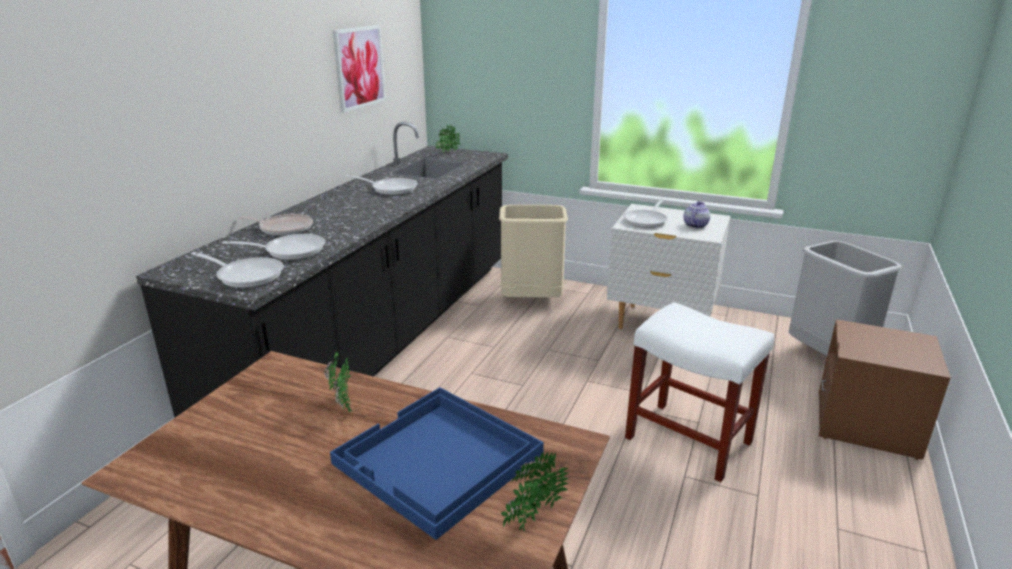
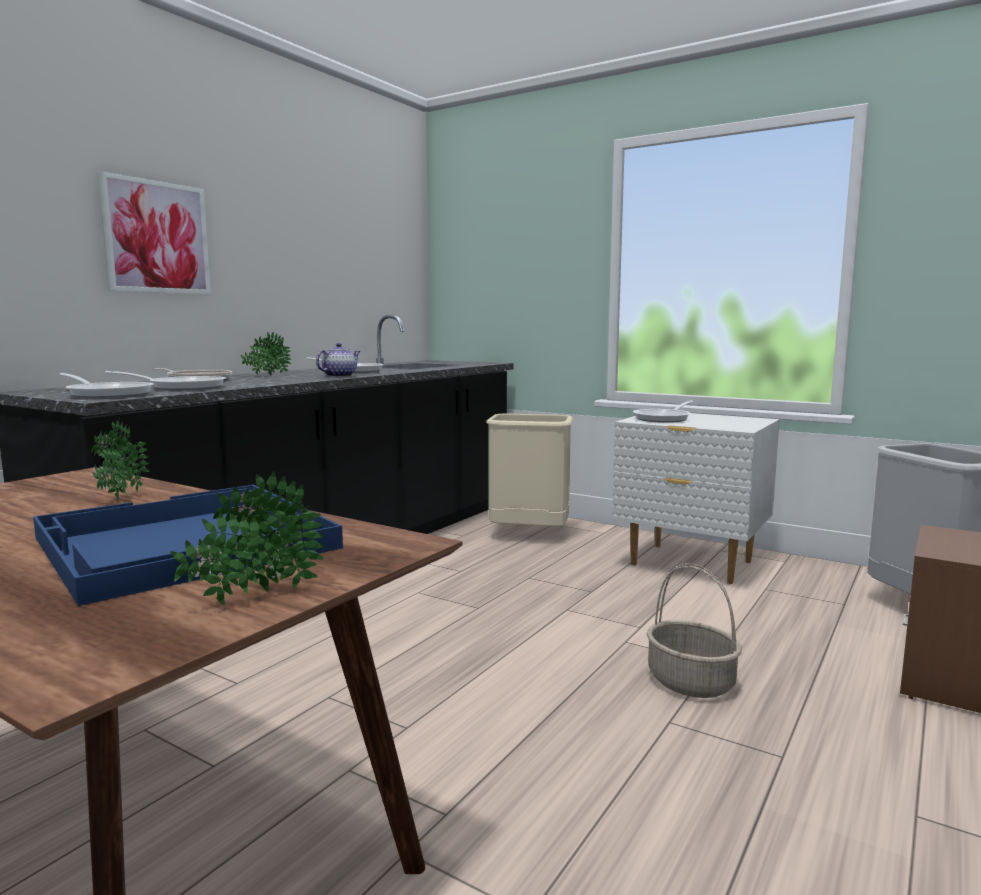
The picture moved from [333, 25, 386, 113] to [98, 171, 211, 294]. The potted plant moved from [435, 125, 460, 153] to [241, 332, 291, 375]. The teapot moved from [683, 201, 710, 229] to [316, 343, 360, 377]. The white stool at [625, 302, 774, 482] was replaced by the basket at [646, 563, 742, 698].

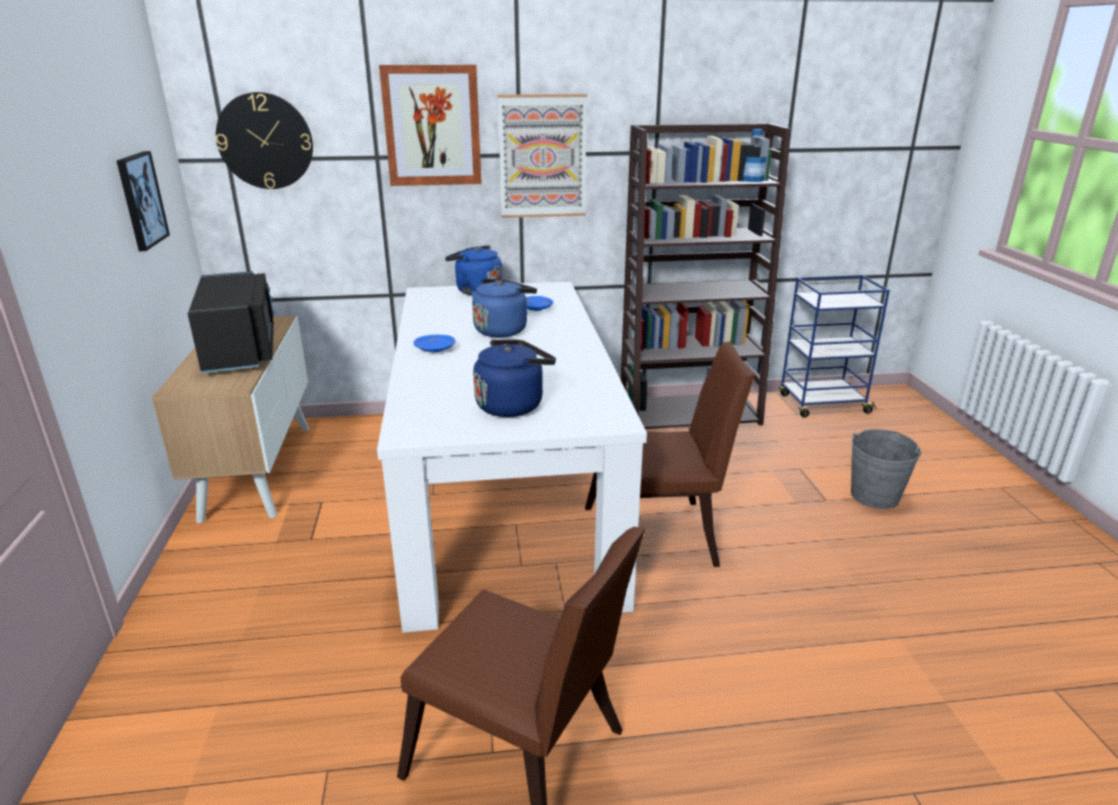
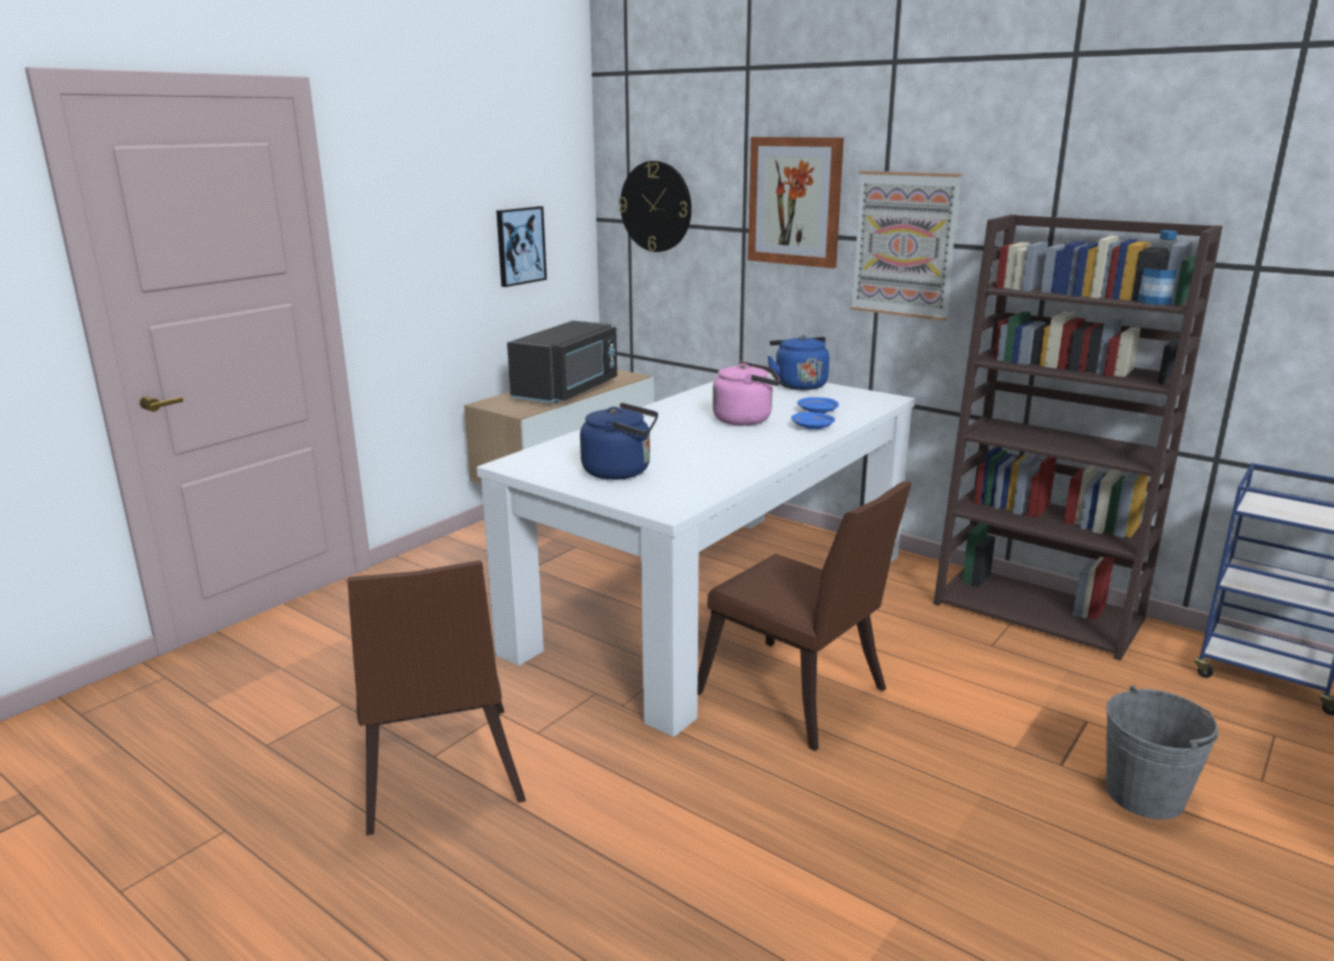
The blue kettle at [472, 279, 537, 337] became the pink kettle at [713, 361, 780, 426]. The blue plate moved from [413, 335, 456, 352] to [791, 412, 835, 429].

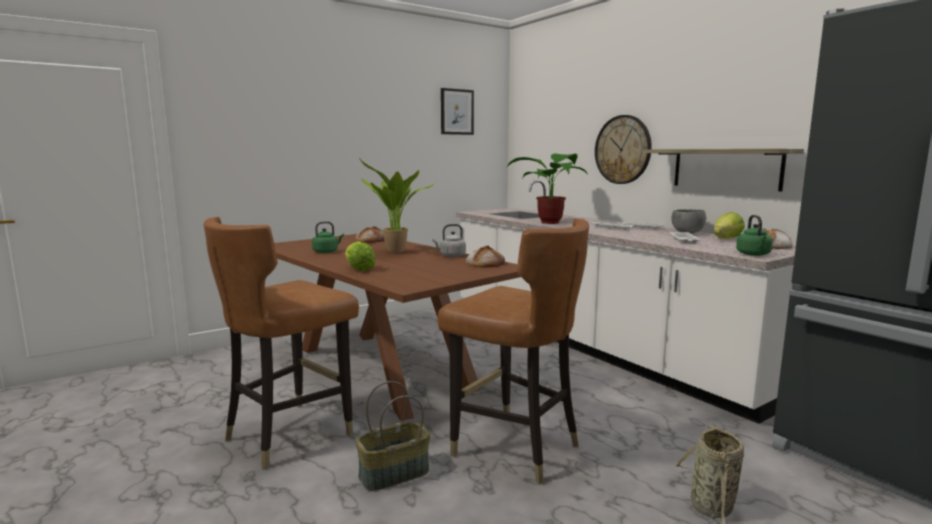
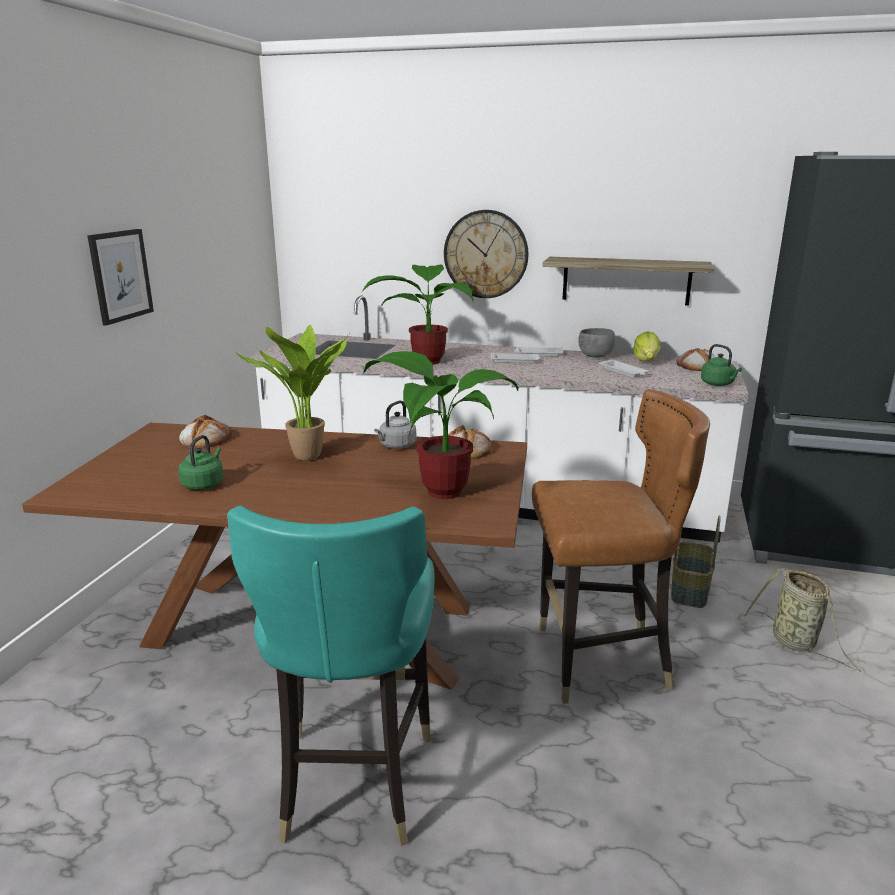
The picture moved from [441, 88, 474, 135] to [87, 229, 154, 326]. The brown chair at [204, 217, 359, 469] became the turquoise chair at [227, 506, 435, 846]. The potted plant at [363, 351, 518, 499] appeared. The basket moved from [355, 381, 430, 491] to [671, 515, 721, 608]. The lettuce at [345, 241, 376, 271] disappeared.

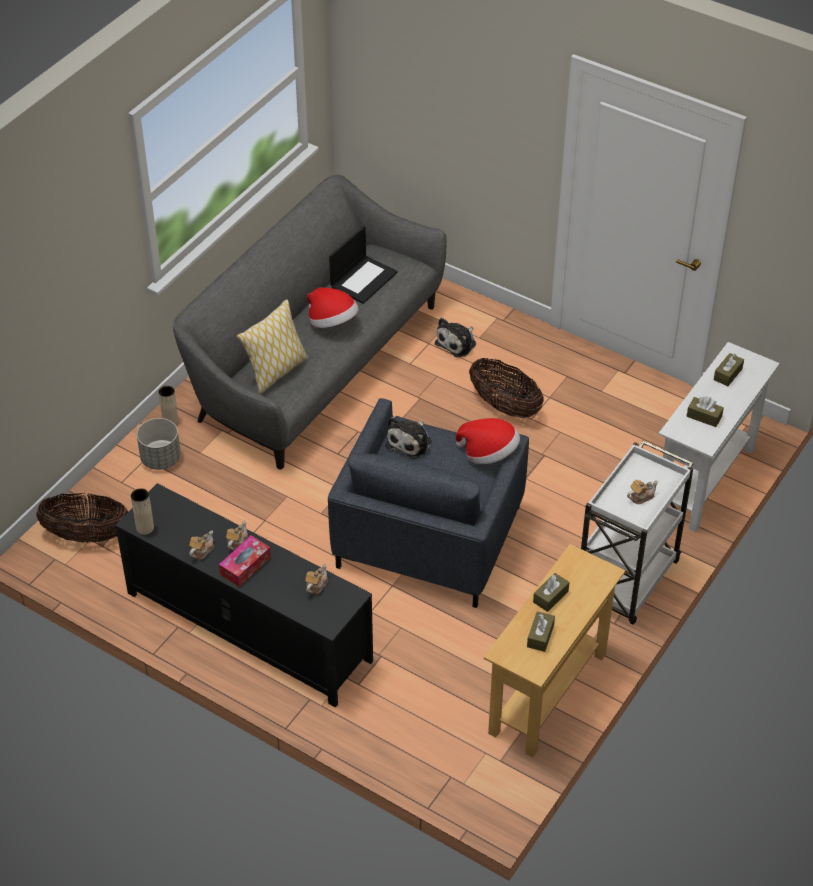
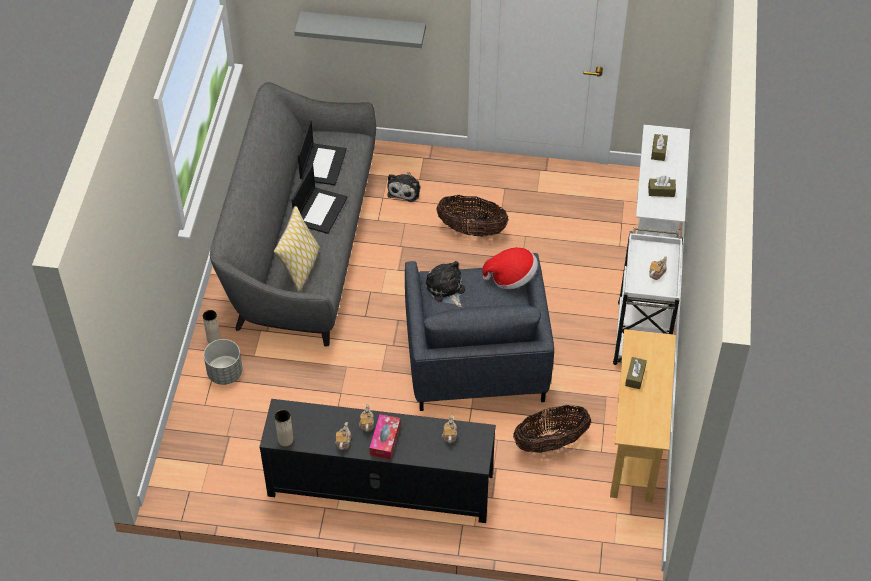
The hat at [307, 287, 359, 328] was replaced by the laptop at [291, 164, 348, 234]. The grey shelf at [294, 11, 426, 48] appeared. The plush toy at [385, 417, 432, 459] turned 150 degrees clockwise. The basket moved from [36, 493, 128, 543] to [513, 404, 591, 453]. The brown tissue box at [527, 611, 555, 652] disappeared.

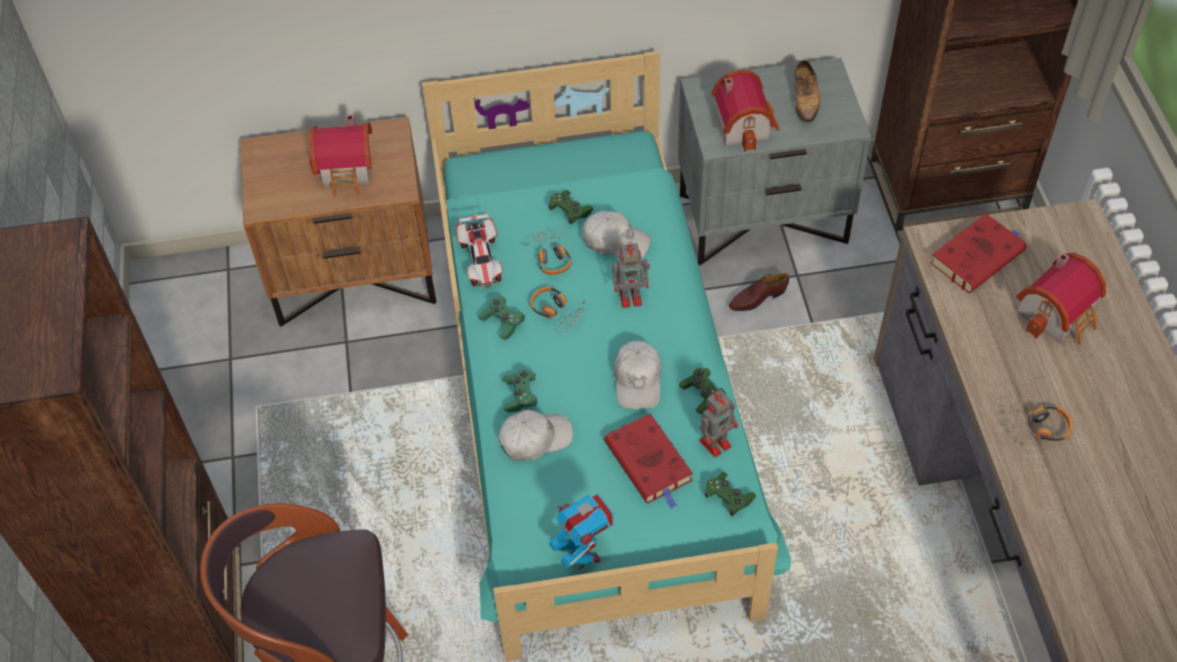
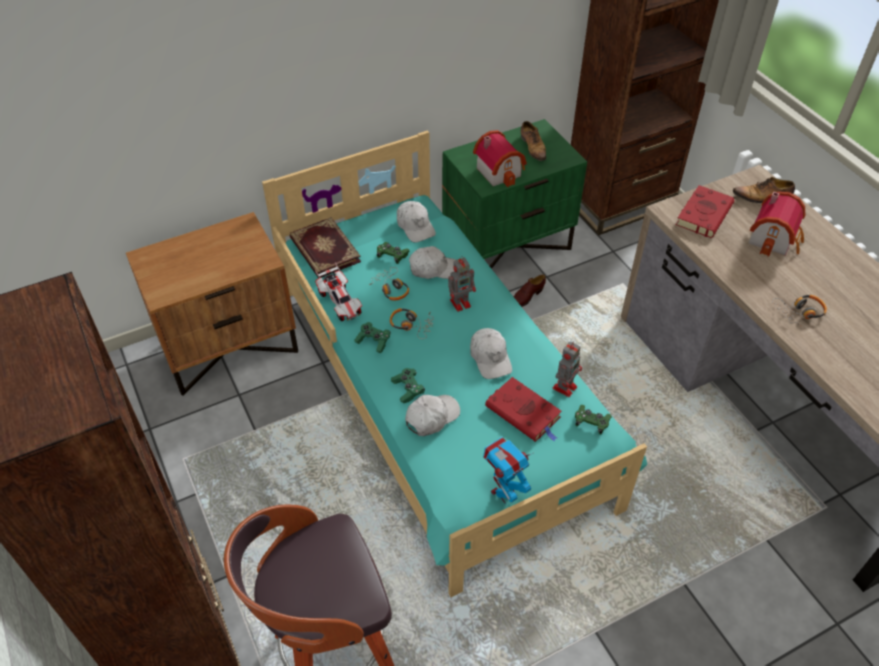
The book at [289, 217, 361, 278] appeared. The white cap at [397, 201, 436, 242] appeared. The grey nightstand at [678, 58, 871, 265] became the green nightstand at [442, 119, 587, 269]. The toy robot at [549, 493, 614, 570] turned 75 degrees counterclockwise. The shoe at [733, 177, 795, 203] appeared. The toy house at [310, 114, 372, 196] disappeared. The green game controller at [679, 368, 726, 414] disappeared.

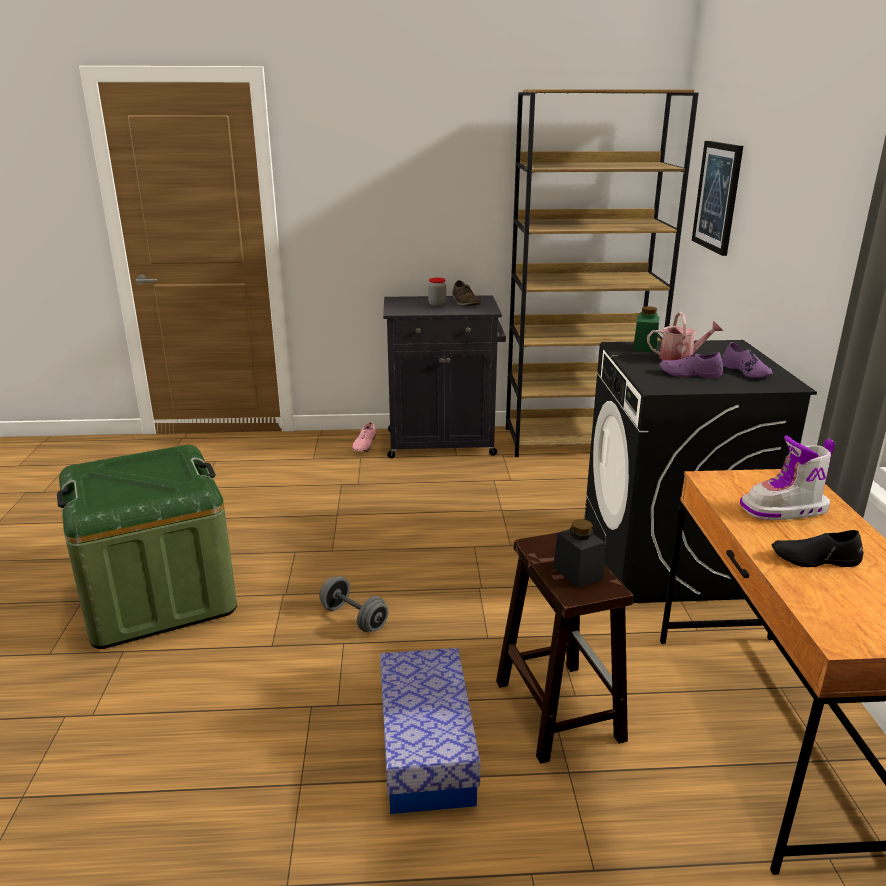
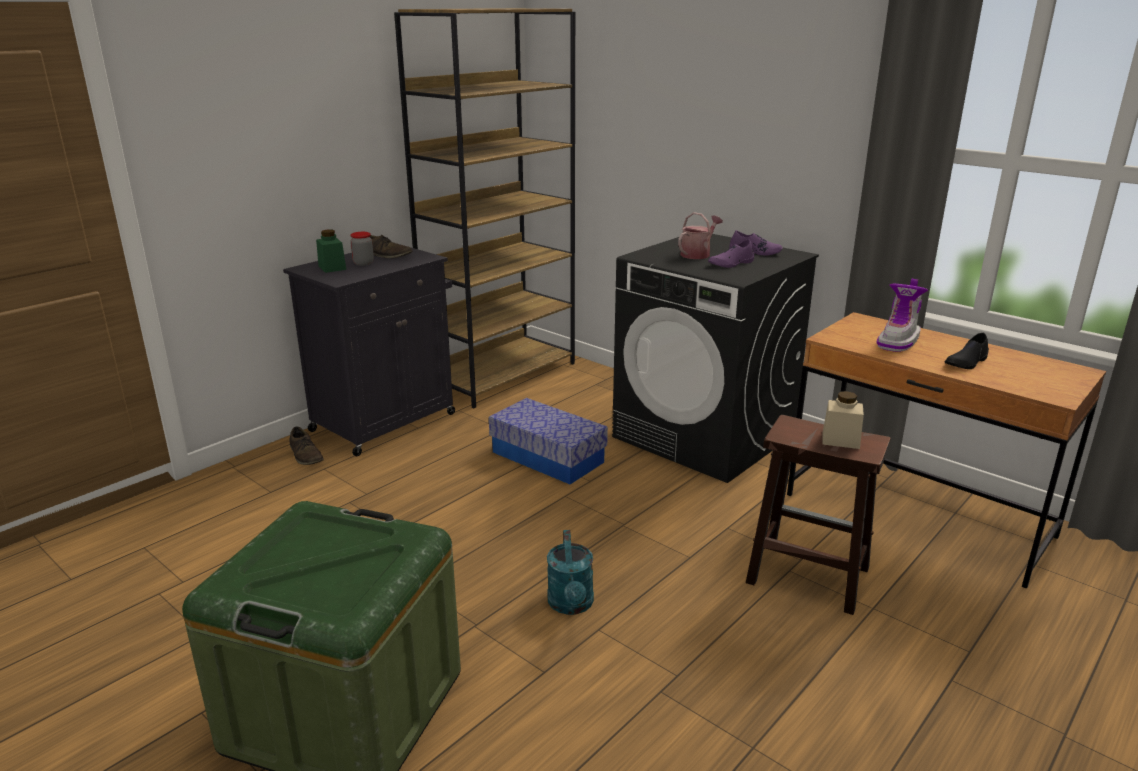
The pink shoe at [352, 422, 376, 452] became the brown shoe at [289, 426, 324, 465]. The green jar moved from [633, 306, 659, 353] to [316, 229, 346, 273]. The storage box moved from [380, 648, 481, 814] to [489, 398, 608, 484]. The grey dumbbell at [319, 576, 389, 632] was replaced by the turquoise watering can at [547, 530, 594, 615]. The black jar at [553, 519, 605, 588] became the beige jar at [822, 391, 864, 449]. The picture at [692, 141, 743, 256] disappeared.

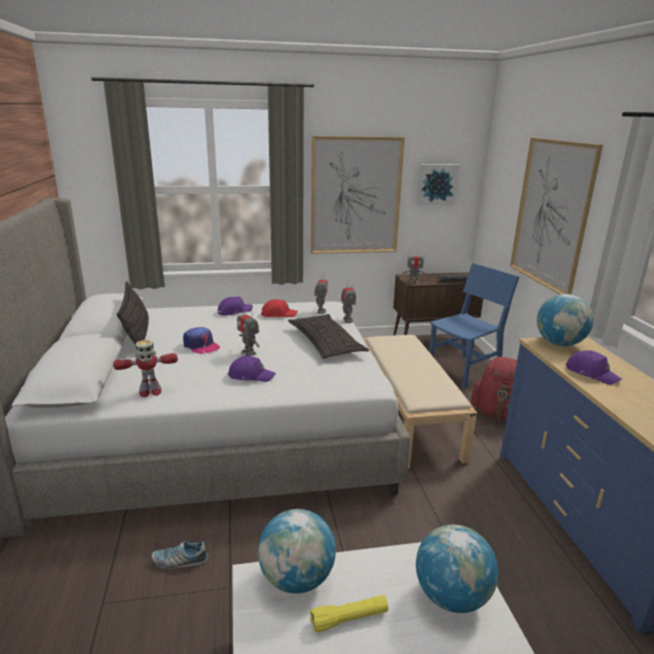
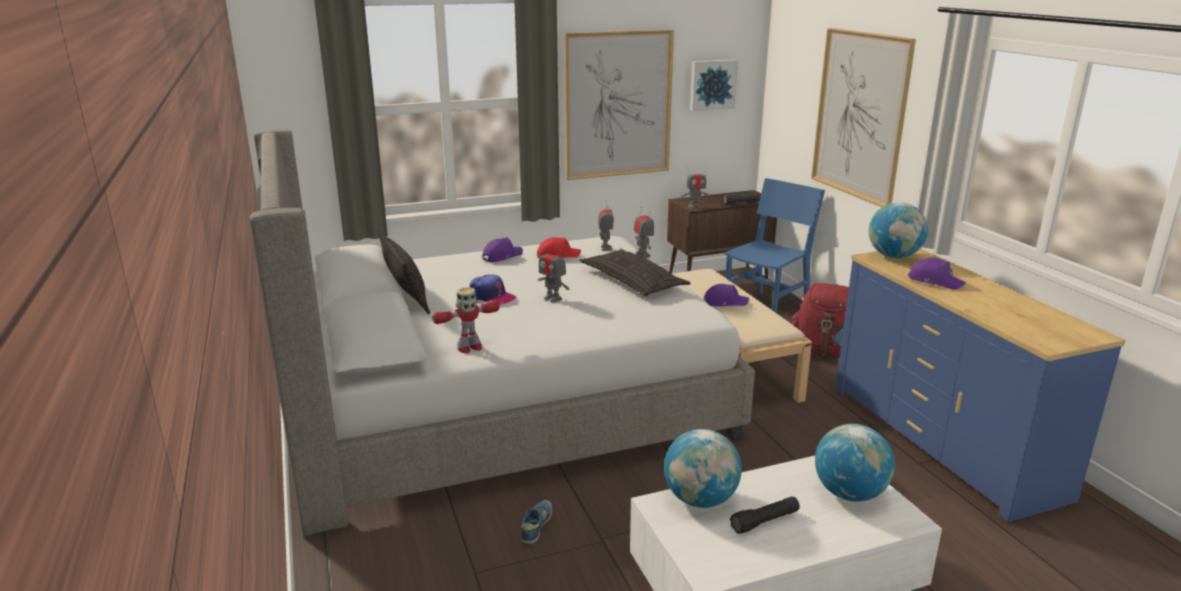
The shoe at [151, 540, 208, 569] turned 120 degrees clockwise. The purple cap moved from [228, 356, 276, 382] to [704, 284, 749, 306]. The yellow flashlight at [310, 595, 388, 632] became the black flashlight at [730, 496, 800, 534].

